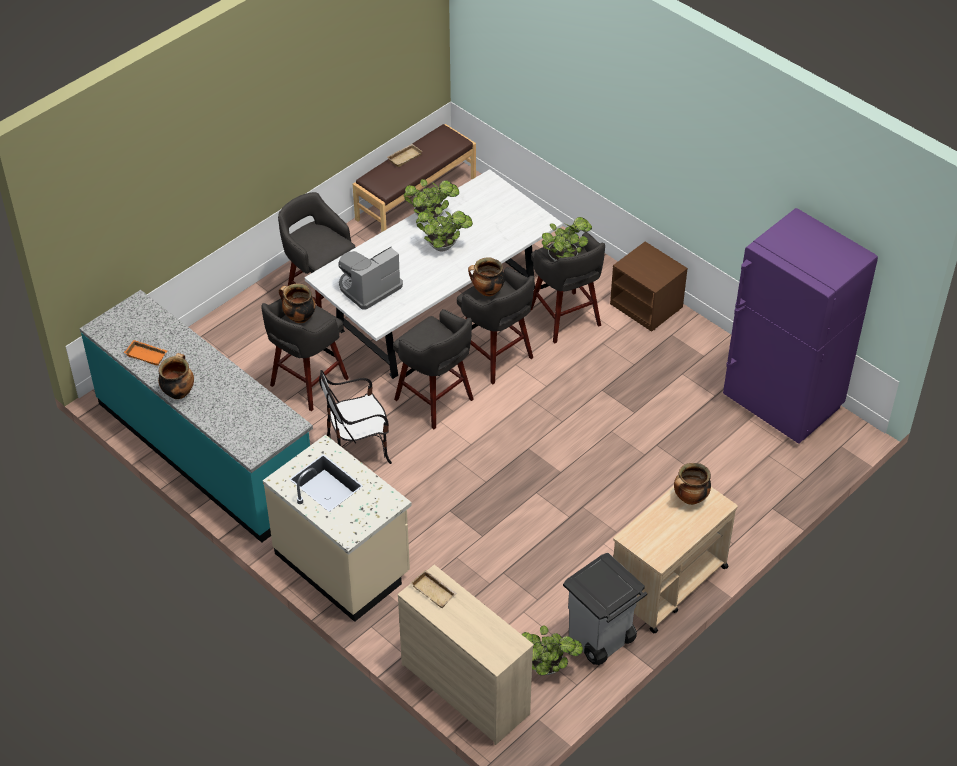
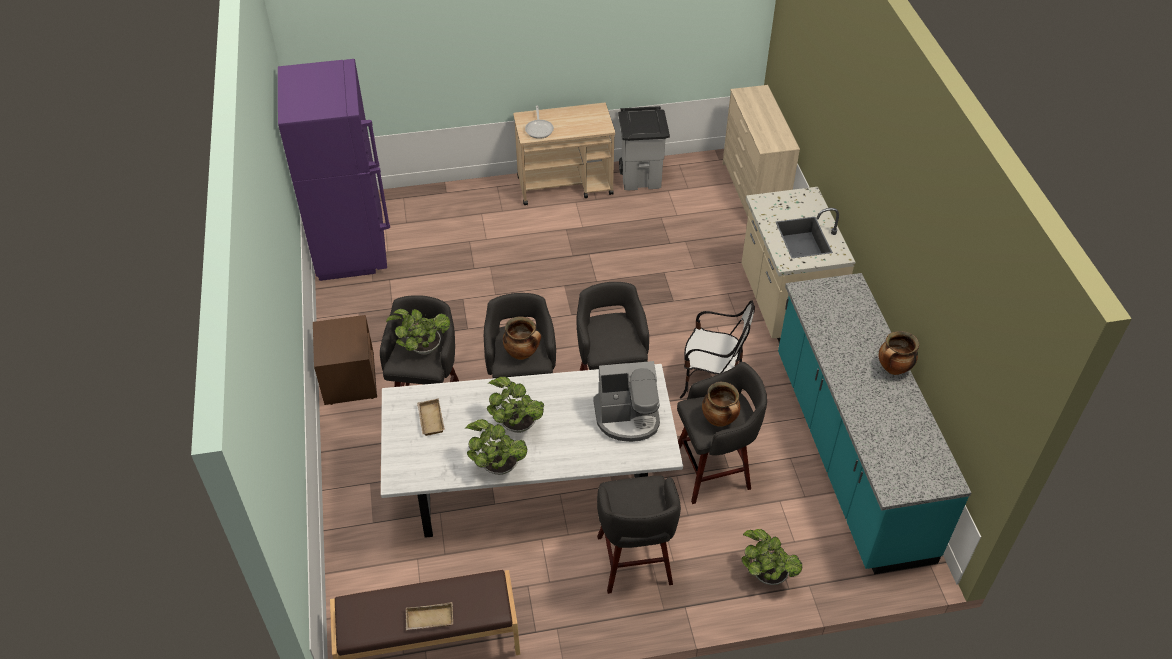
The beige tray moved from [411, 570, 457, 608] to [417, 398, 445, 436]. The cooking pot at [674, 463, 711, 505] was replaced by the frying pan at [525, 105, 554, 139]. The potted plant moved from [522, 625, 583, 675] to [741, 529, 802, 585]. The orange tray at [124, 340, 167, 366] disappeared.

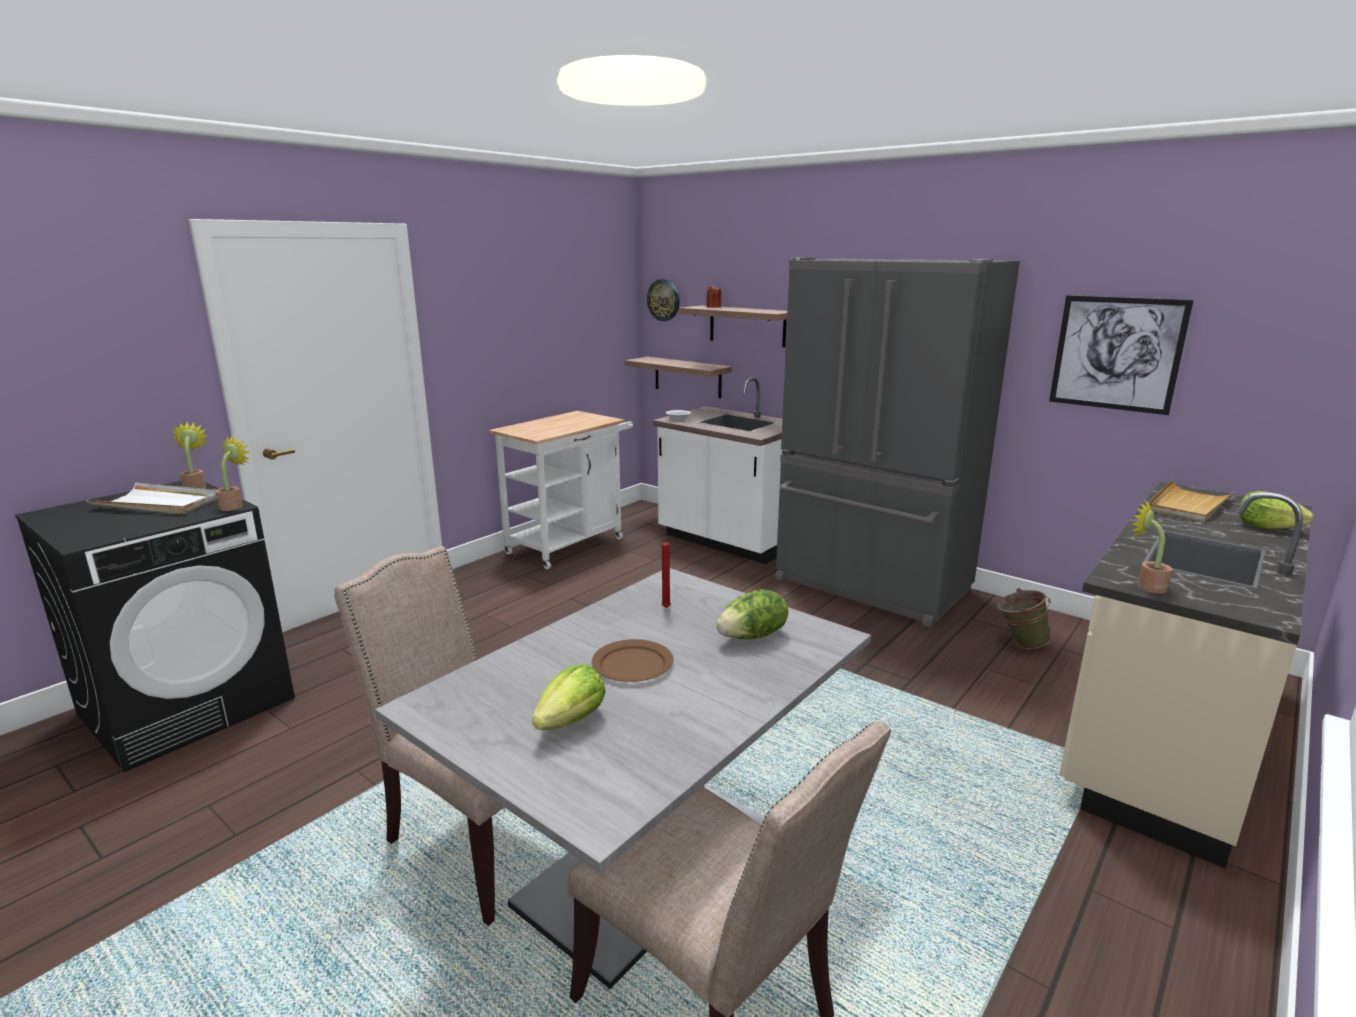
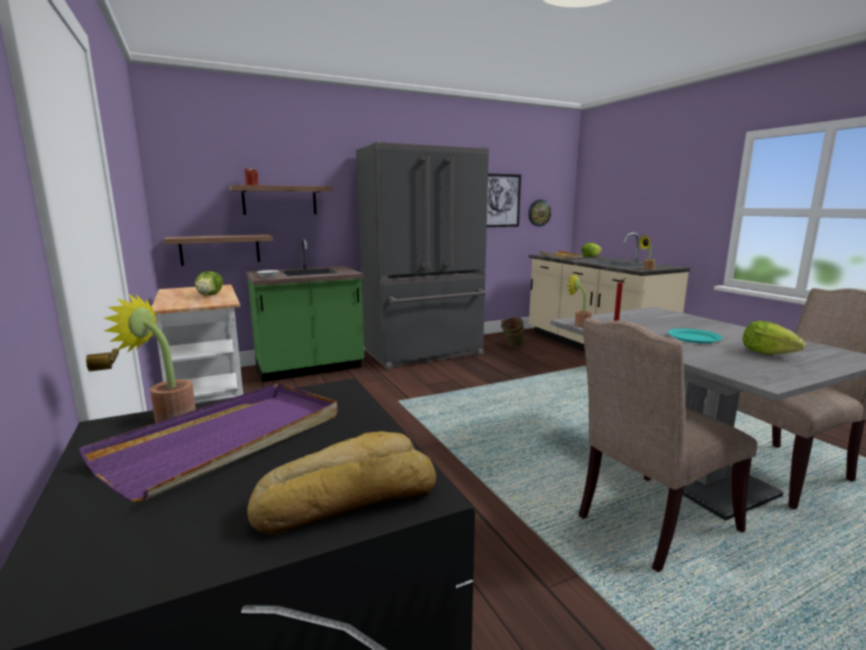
The white tray at [86, 483, 217, 514] became the purple tray at [79, 383, 338, 502]. The lettuce moved from [716, 589, 788, 639] to [195, 271, 223, 295]. The white counter at [653, 377, 782, 564] became the green counter at [246, 238, 364, 382]. The bread at [247, 431, 436, 534] appeared. The wall clock moved from [647, 279, 680, 321] to [528, 200, 551, 227]. The potted plant moved from [216, 436, 249, 511] to [567, 273, 592, 327]. The brown plate at [592, 639, 673, 682] became the turquoise plate at [668, 328, 723, 343].

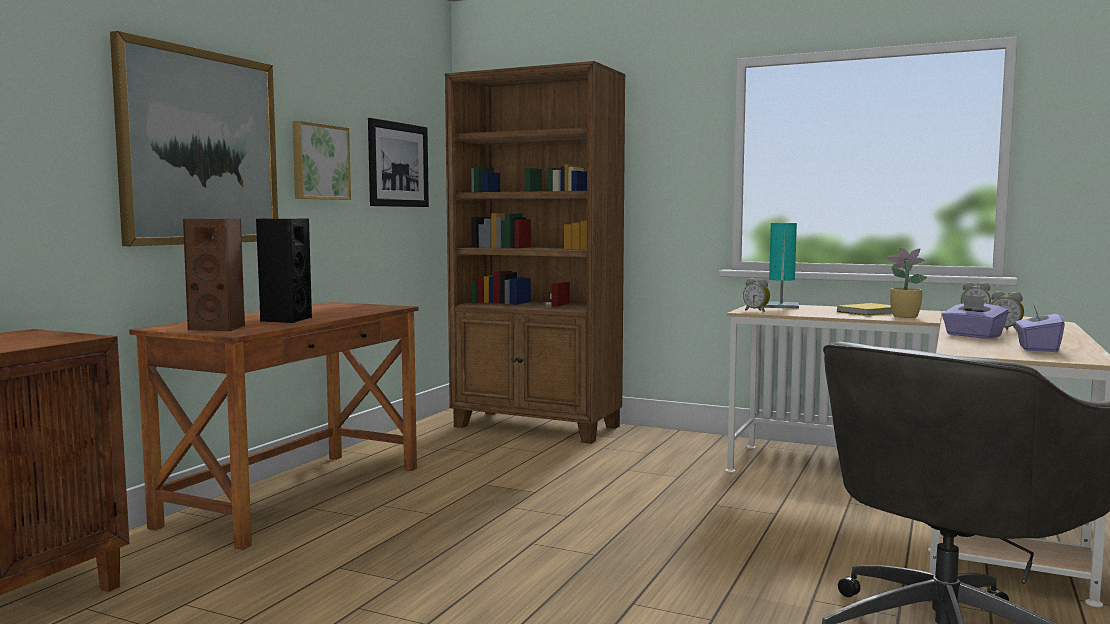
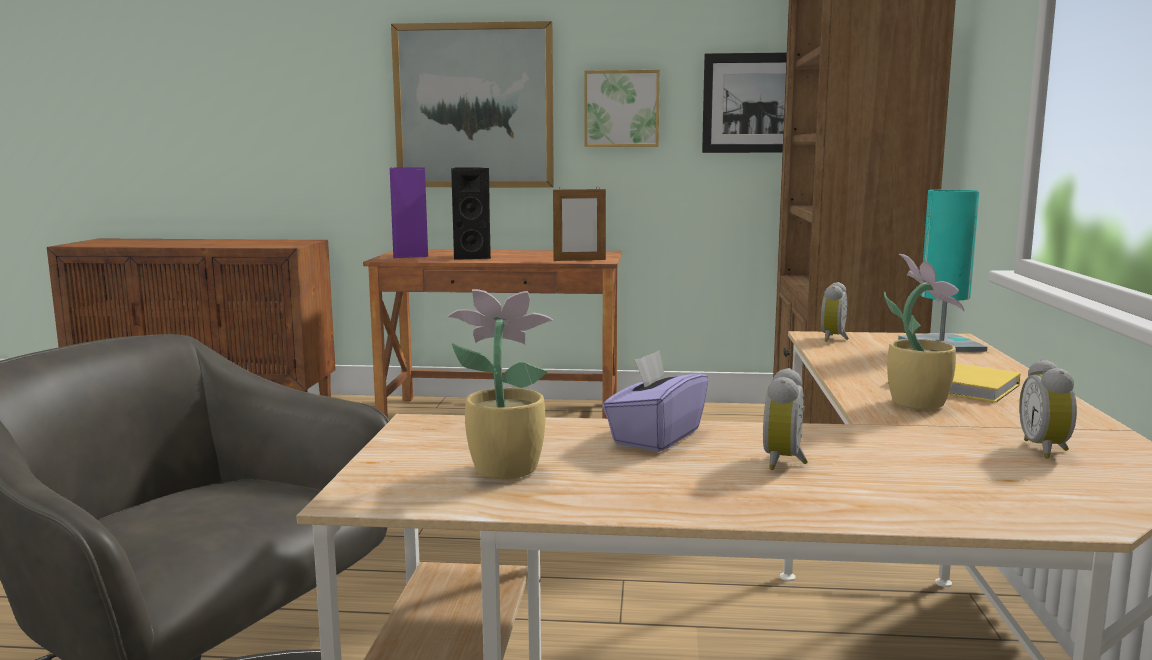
The brown speaker at [183, 219, 245, 331] became the purple speaker at [390, 167, 428, 258]. The purple tissue box at [1015, 304, 1065, 352] was replaced by the potted plant at [448, 289, 553, 479]. The picture frame at [553, 187, 606, 261] appeared.

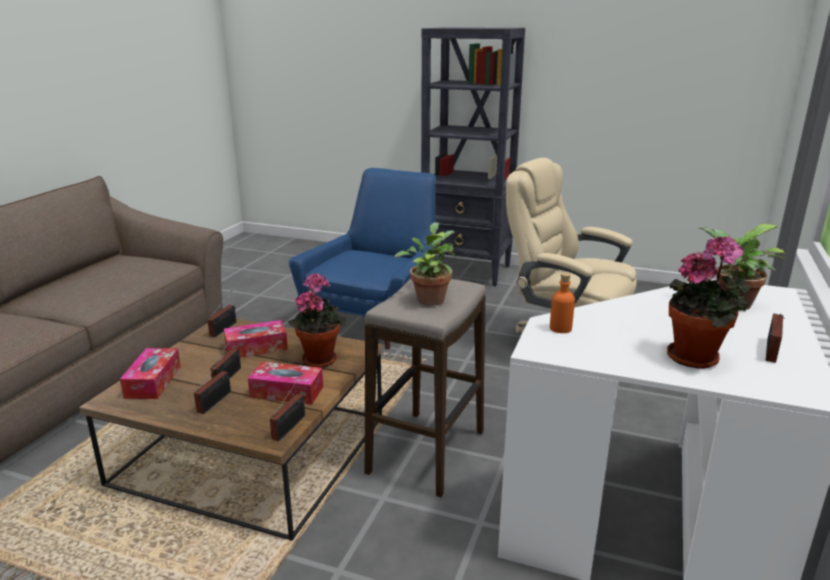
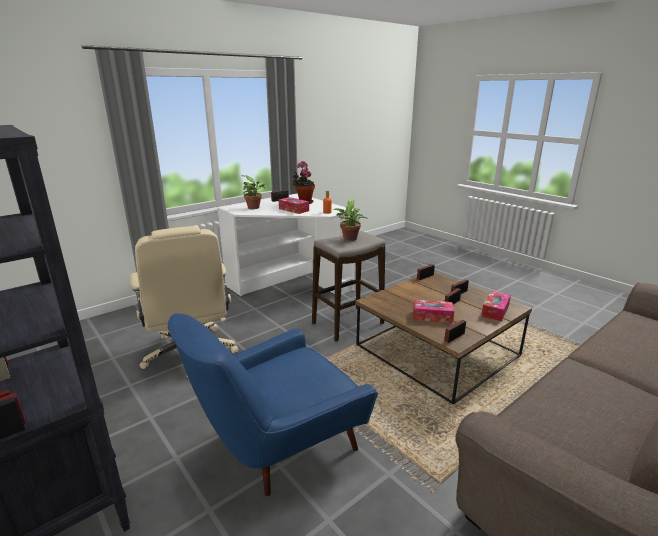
The tissue box moved from [248, 362, 323, 405] to [279, 197, 309, 214]. The potted plant at [288, 273, 347, 368] disappeared.

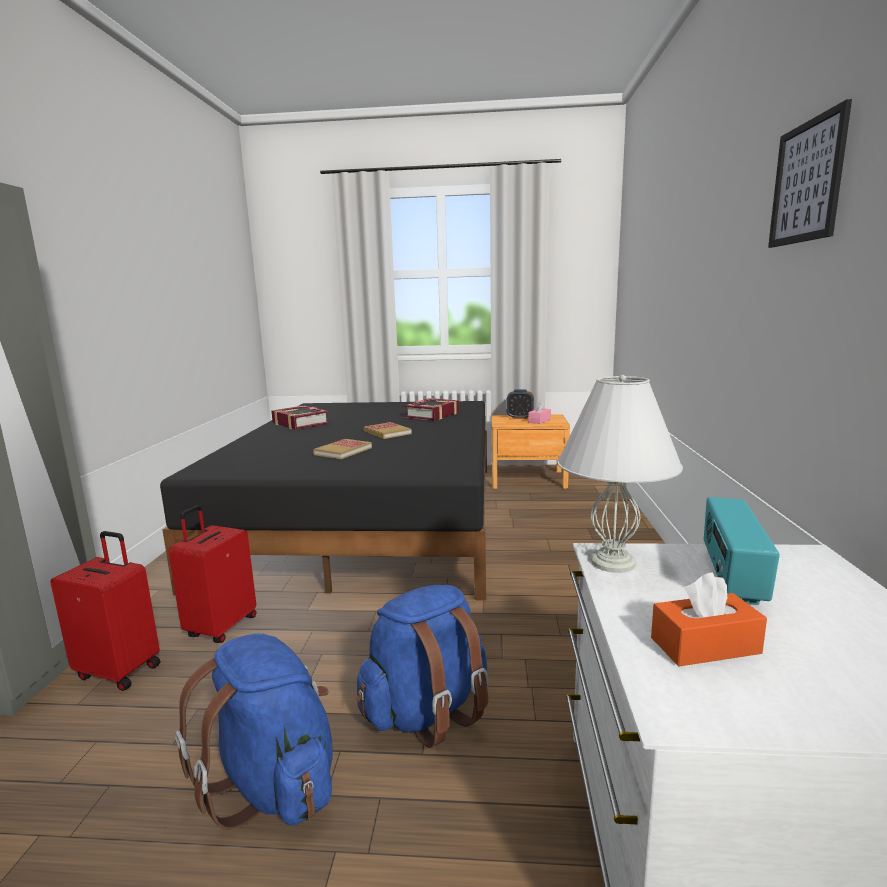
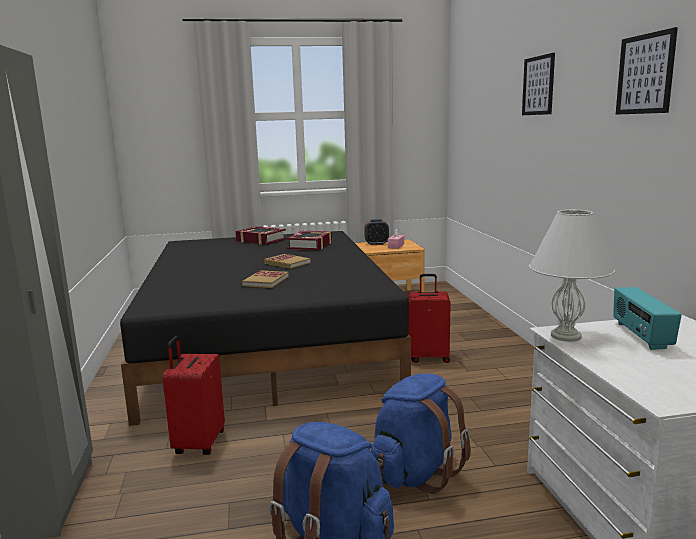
The book moved from [271, 405, 330, 430] to [236, 226, 286, 245]. The red suitcase moved from [50, 531, 160, 691] to [408, 274, 451, 363]. The picture at [522, 53, 555, 115] appeared. The orange tissue box at [651, 572, 767, 667] disappeared.

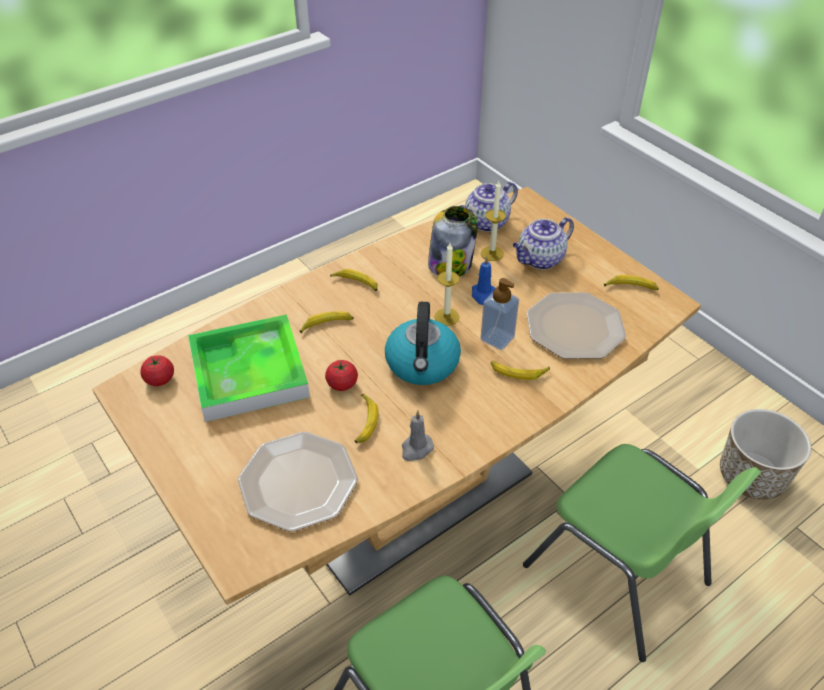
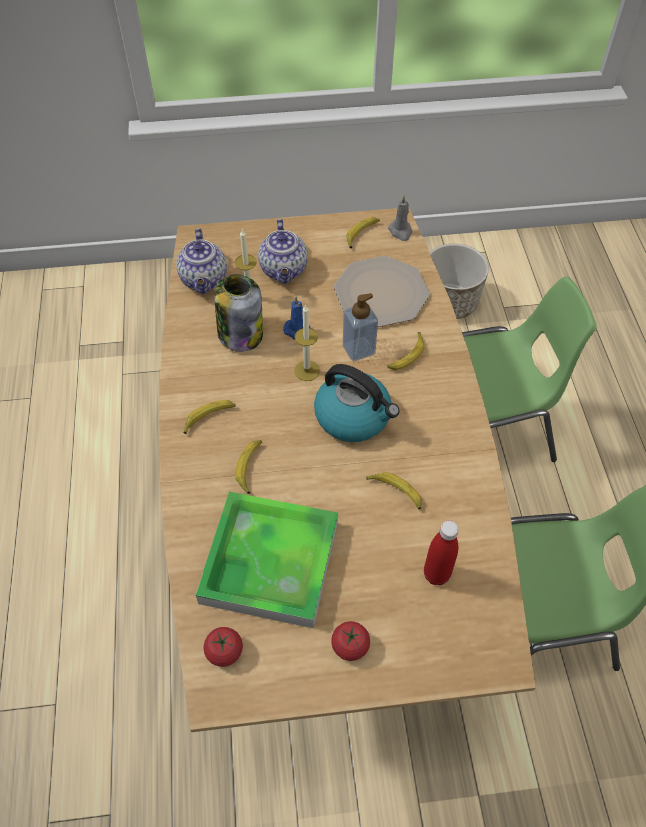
The tomato moved from [325, 360, 358, 391] to [331, 621, 370, 661]. The grey candle moved from [402, 410, 434, 461] to [388, 196, 412, 241]. The plate at [238, 432, 358, 532] was replaced by the red bottle at [424, 520, 459, 585].

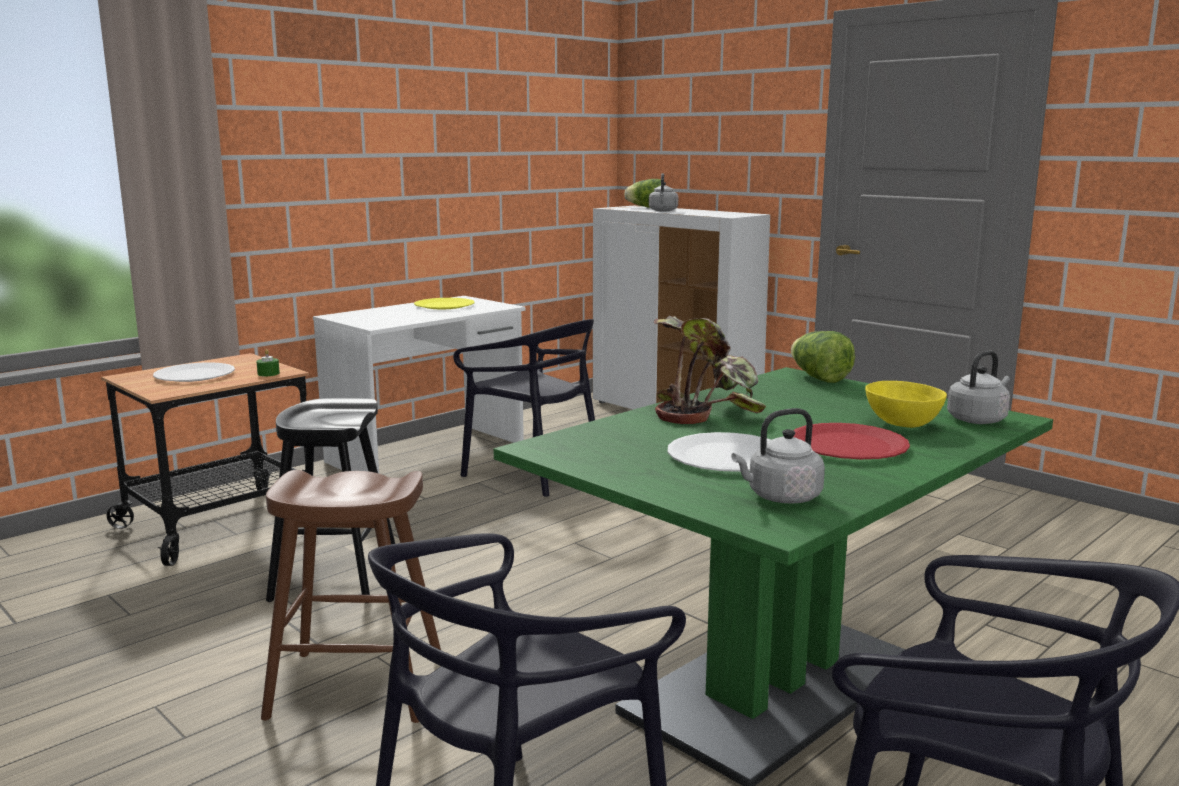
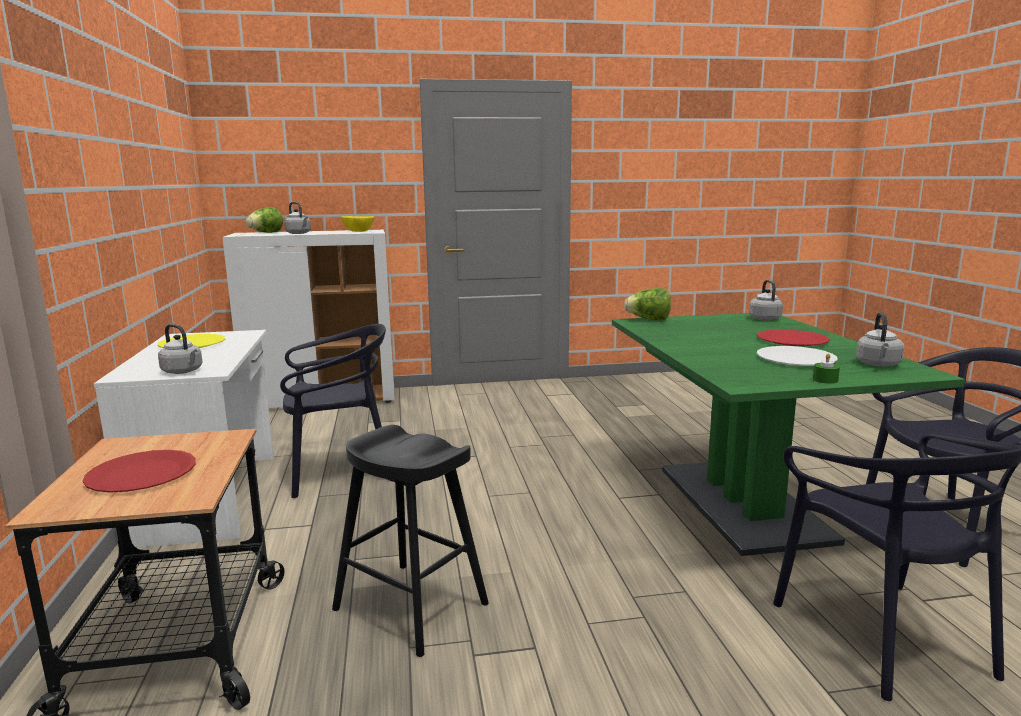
The white plate at [153, 362, 235, 382] became the red plate at [83, 450, 196, 493]. The grey kettle at [158, 324, 202, 374] appeared. The yellow bowl moved from [865, 381, 947, 428] to [341, 216, 374, 232]. The green candle moved from [256, 349, 280, 376] to [813, 353, 840, 384]. The brown stool at [261, 470, 441, 723] disappeared. The potted plant at [654, 316, 766, 424] disappeared.

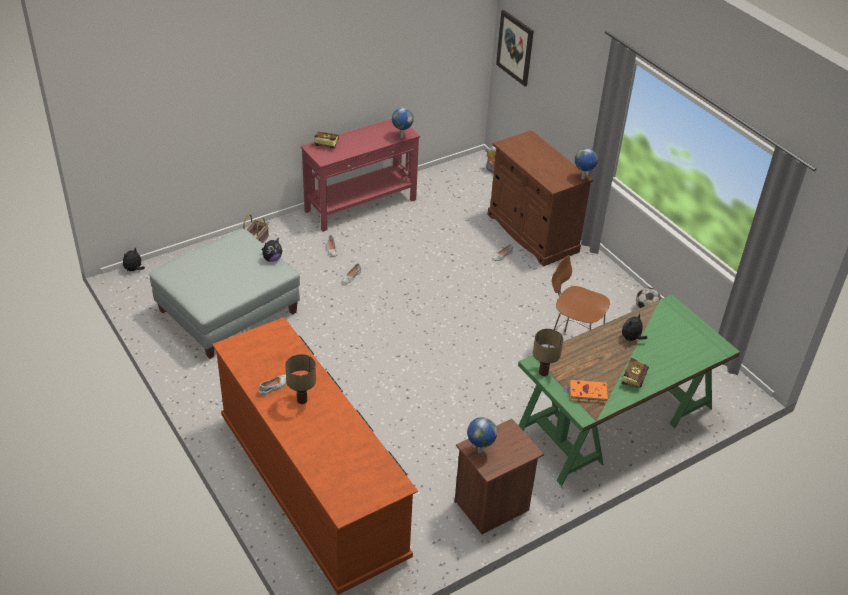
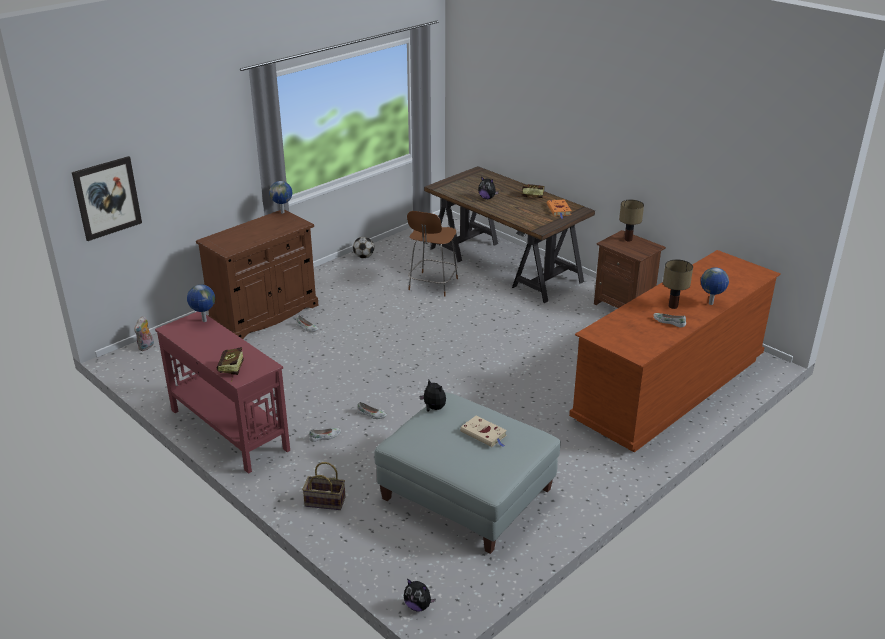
The green desk at [518, 295, 740, 486] became the brown desk at [424, 166, 595, 303]. The beige book at [460, 415, 507, 447] appeared. The table lamp moved from [533, 329, 563, 376] to [619, 200, 644, 241]. The globe moved from [467, 417, 497, 453] to [701, 267, 729, 305].

